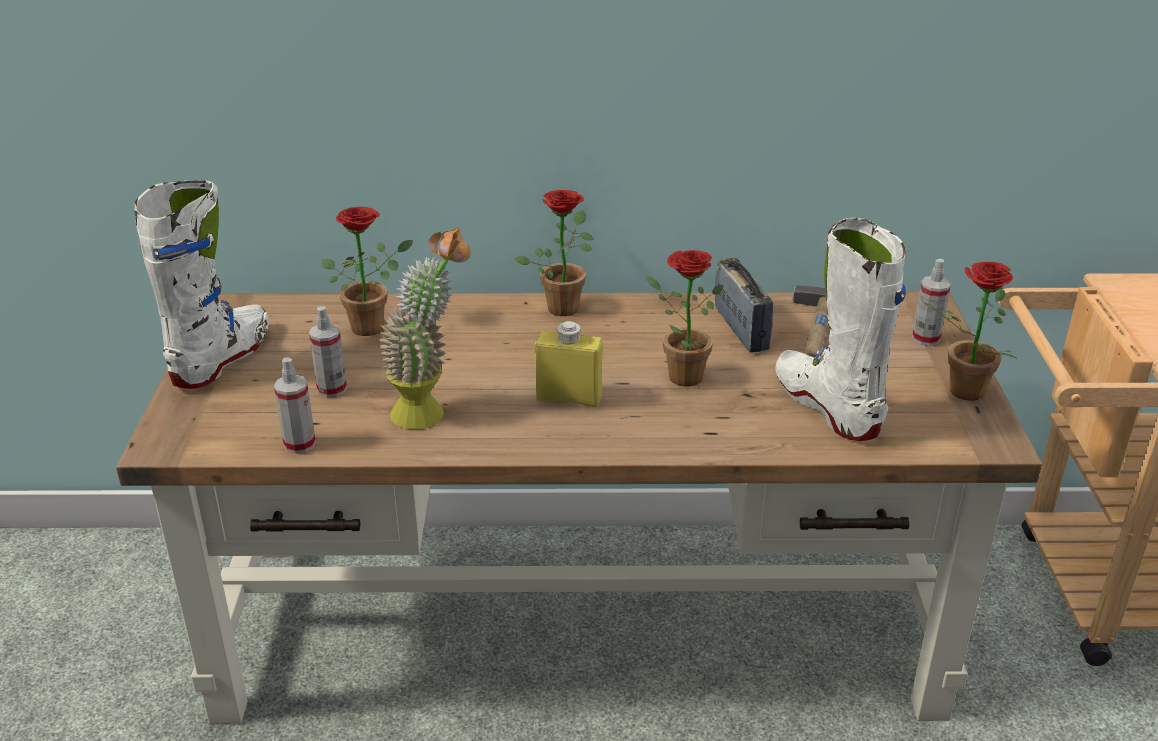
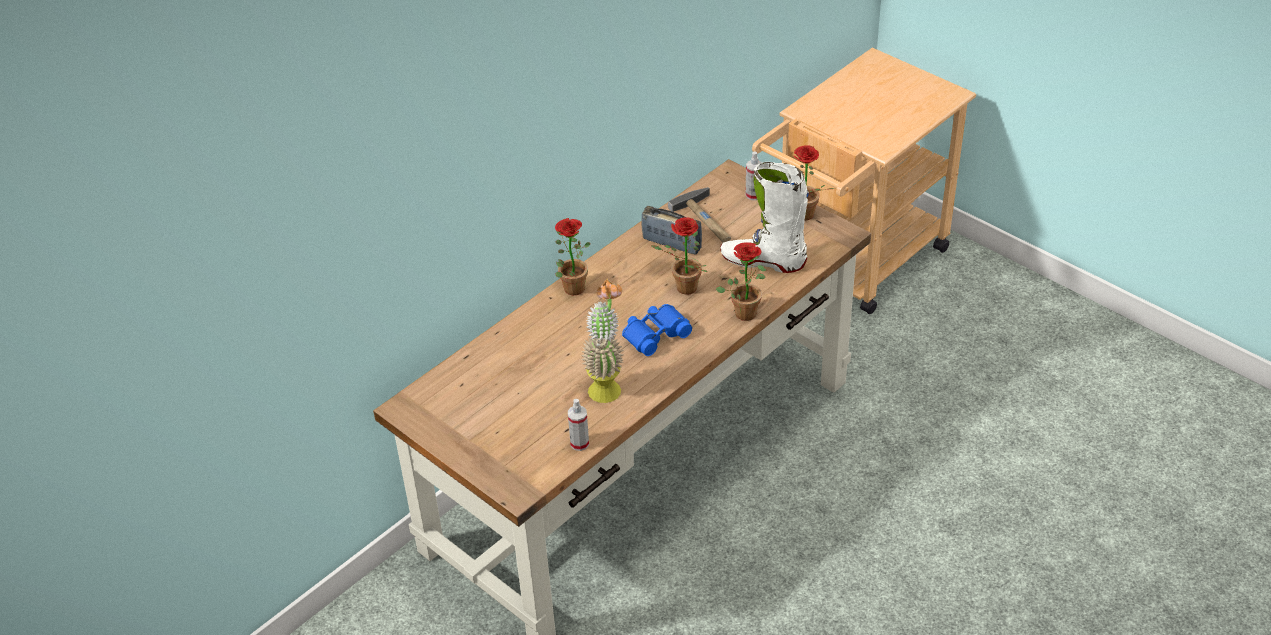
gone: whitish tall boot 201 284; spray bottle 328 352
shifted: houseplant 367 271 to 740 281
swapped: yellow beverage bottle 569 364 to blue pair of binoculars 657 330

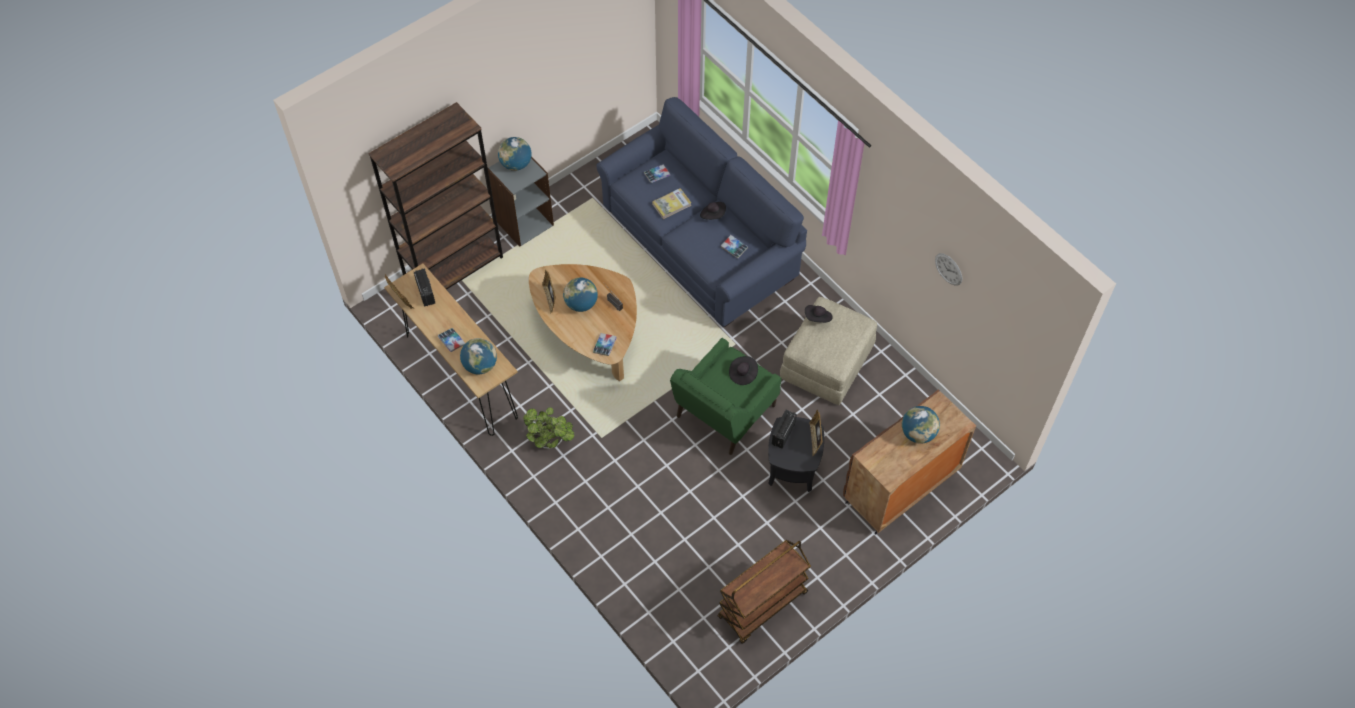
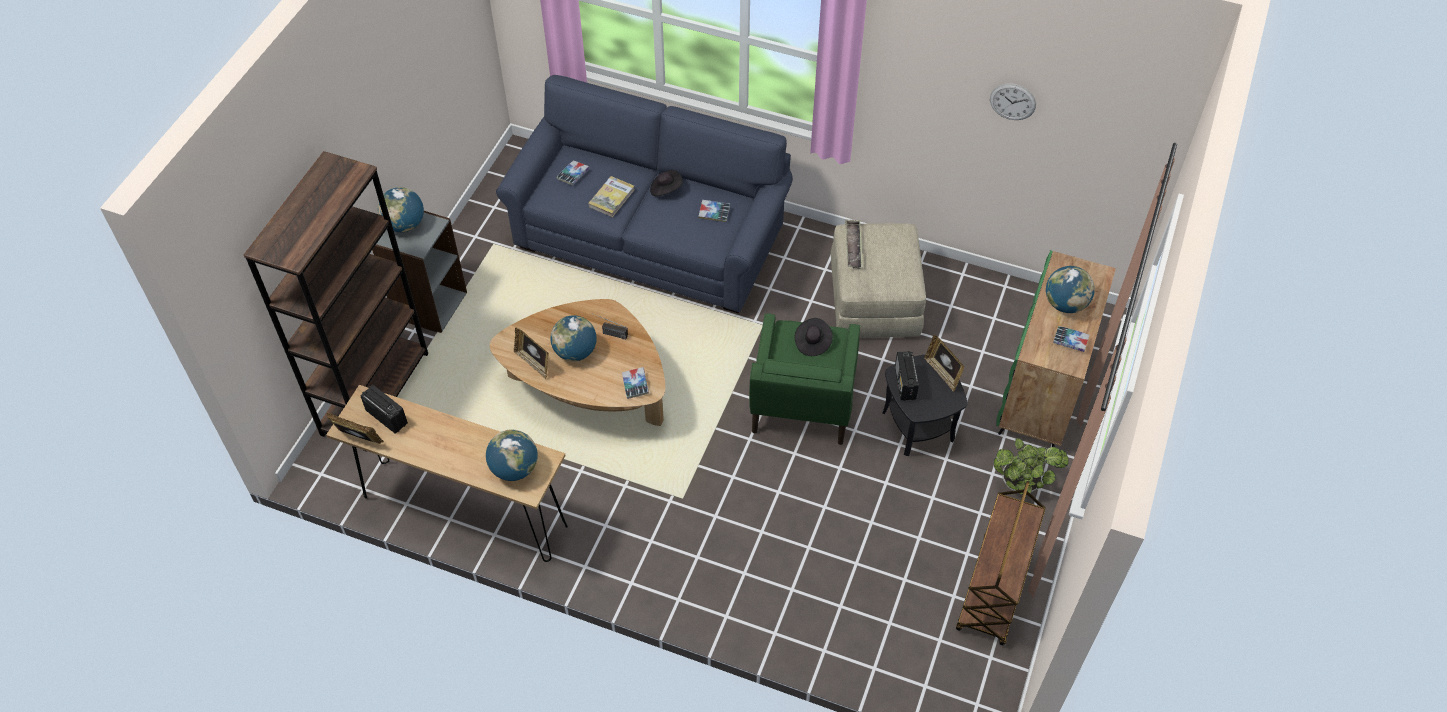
shifted: book 451 340 to 1071 339; houseplant 548 428 to 1031 466
swapped: blackish clothing hat 819 314 to carrying tray 854 244
repainted: brown-coloured storage cabinet 909 462 to green storage cabinet 1056 348

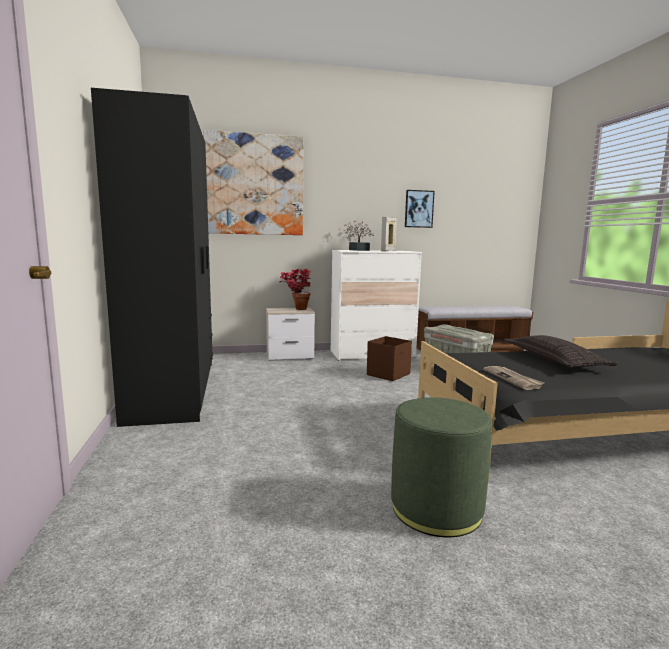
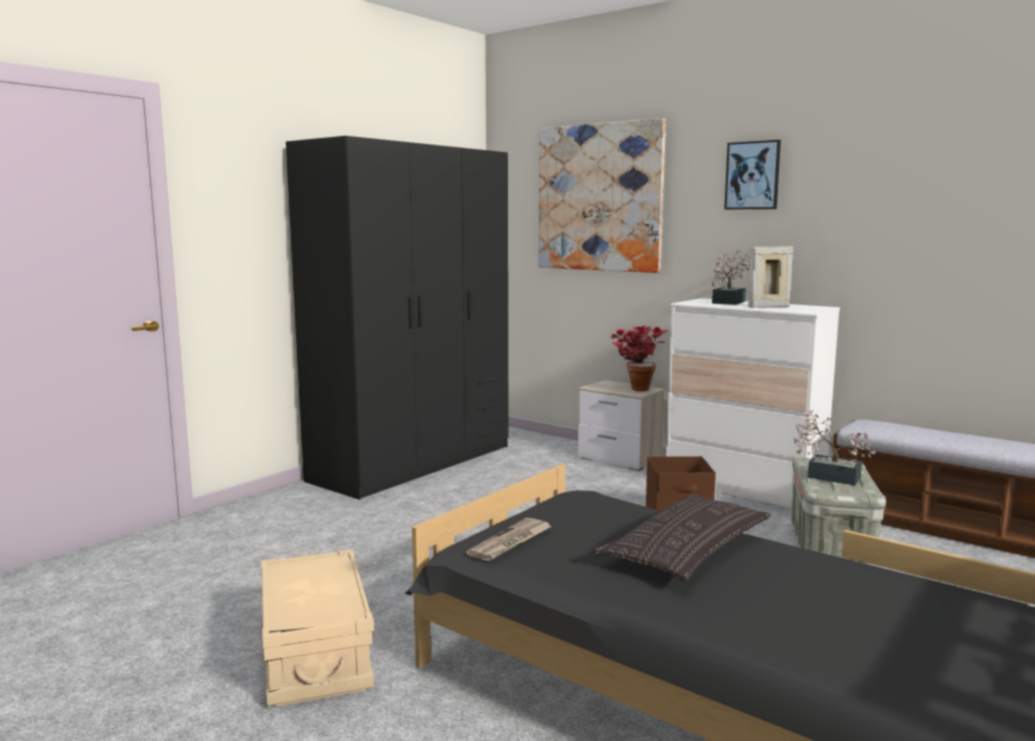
new: houseplant 834 447
shifted: wall art 420 209 to 752 174
swapped: green pouffe 441 467 to beige-coloured storage bin 317 627

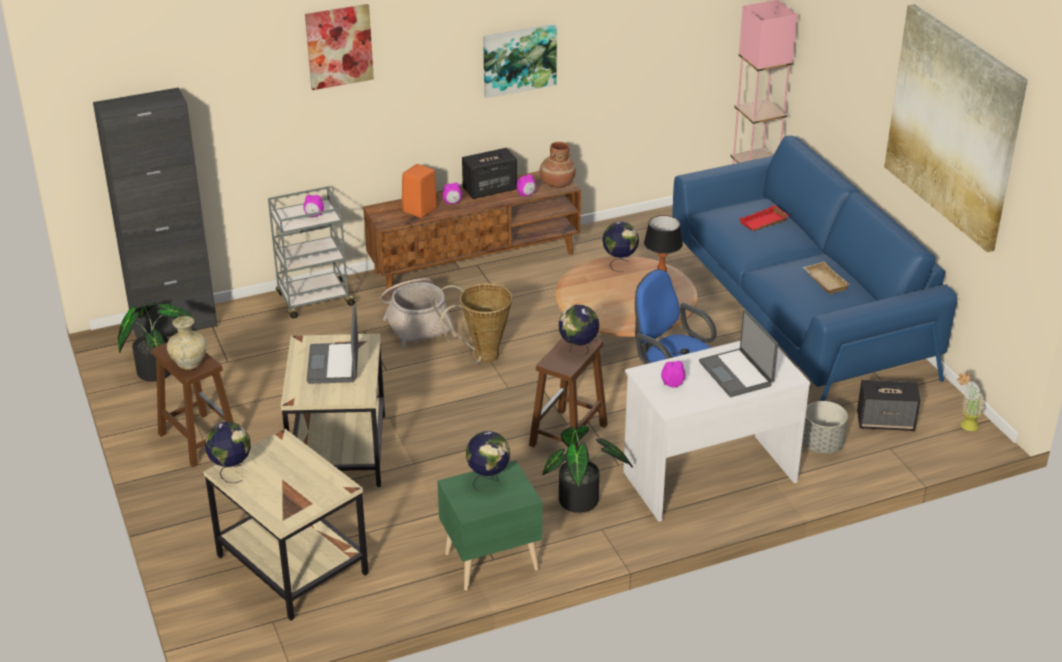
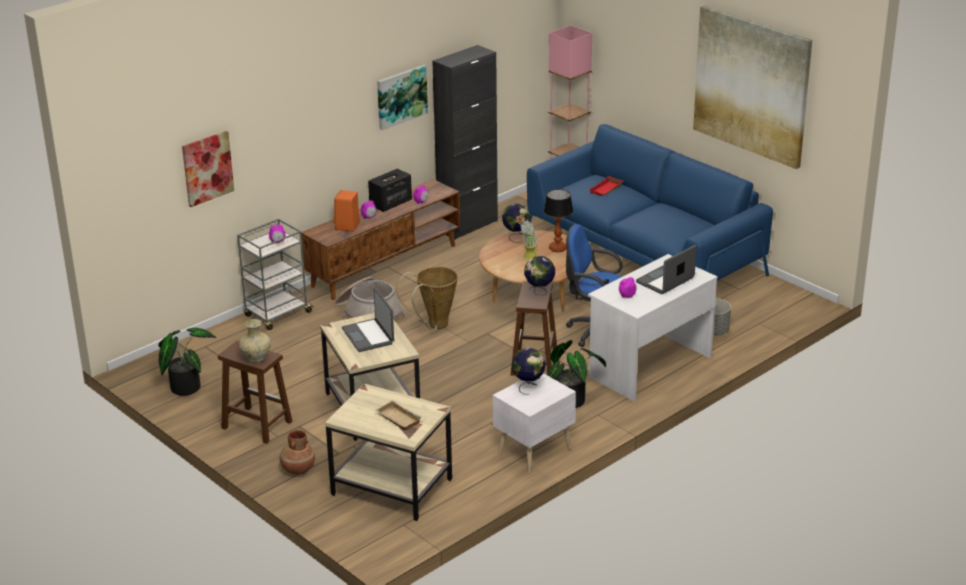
gone: audio speaker 888 405; world globe 228 452
shifted: wall art 339 47 to 208 169; blackish storage cabinet 155 213 to 465 142; brown-coloured decorative vase 558 165 to 297 452; beige-coloured carrying tray 826 277 to 398 415; houseplant 971 401 to 527 236
repainted: green nightstand 490 525 to whitish nightstand 534 423
rotated: portable computer 738 353 = 666 269 90 degrees clockwise

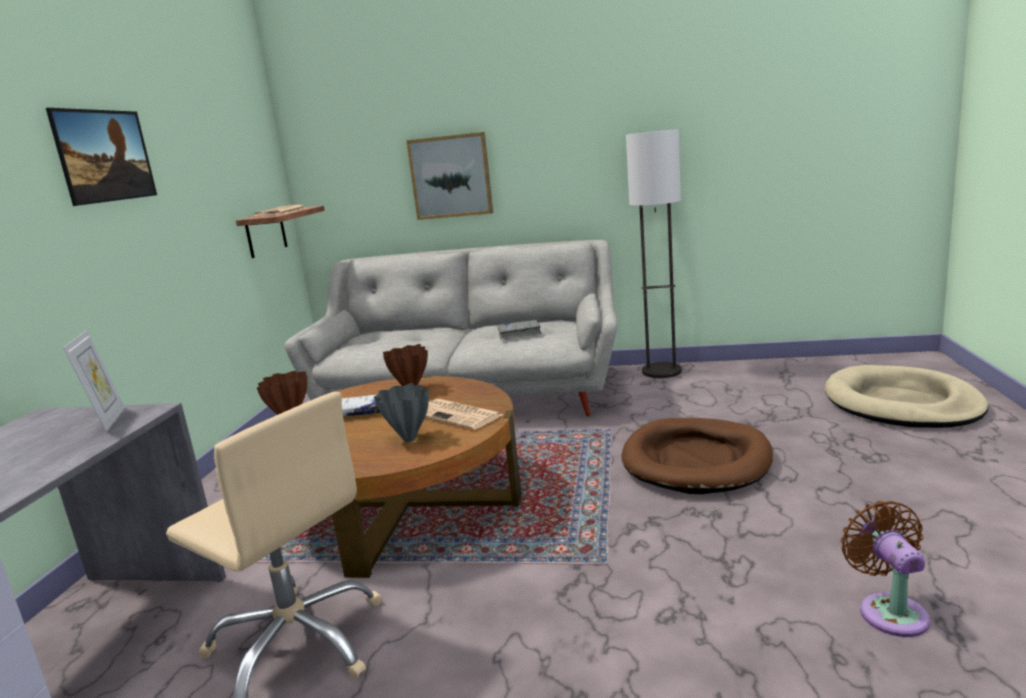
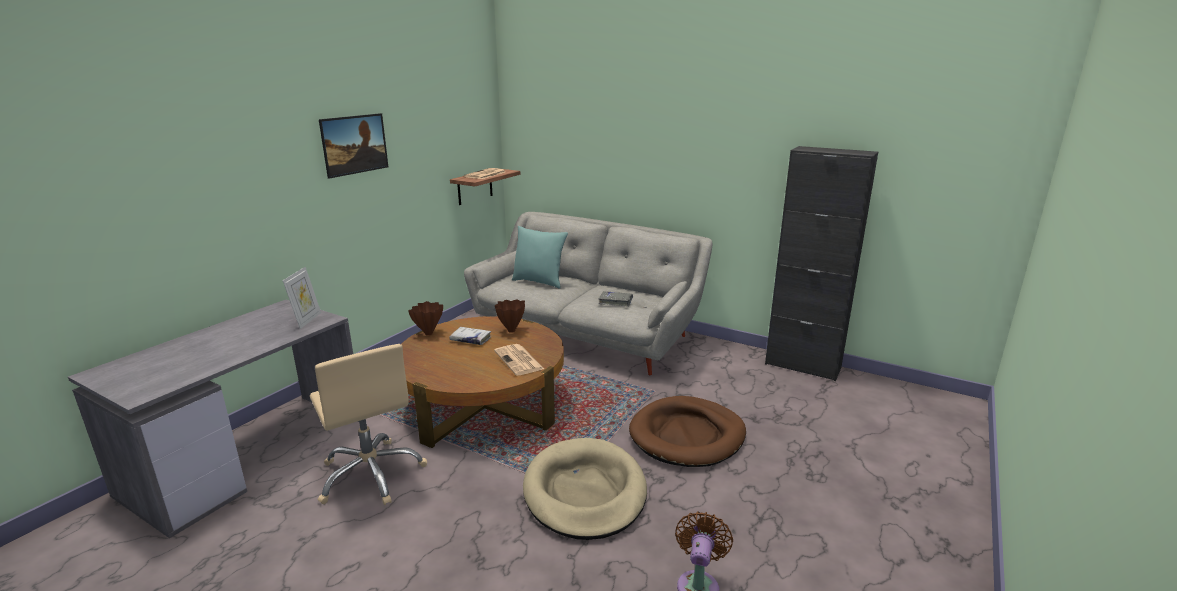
gone: standing lamp 654 253; wall art 449 176; gray decorative vase 401 412
new: blackish storage cabinet 821 263; turquoise cushion 540 257
shifted: beige-coloured dog bed 907 396 to 585 489

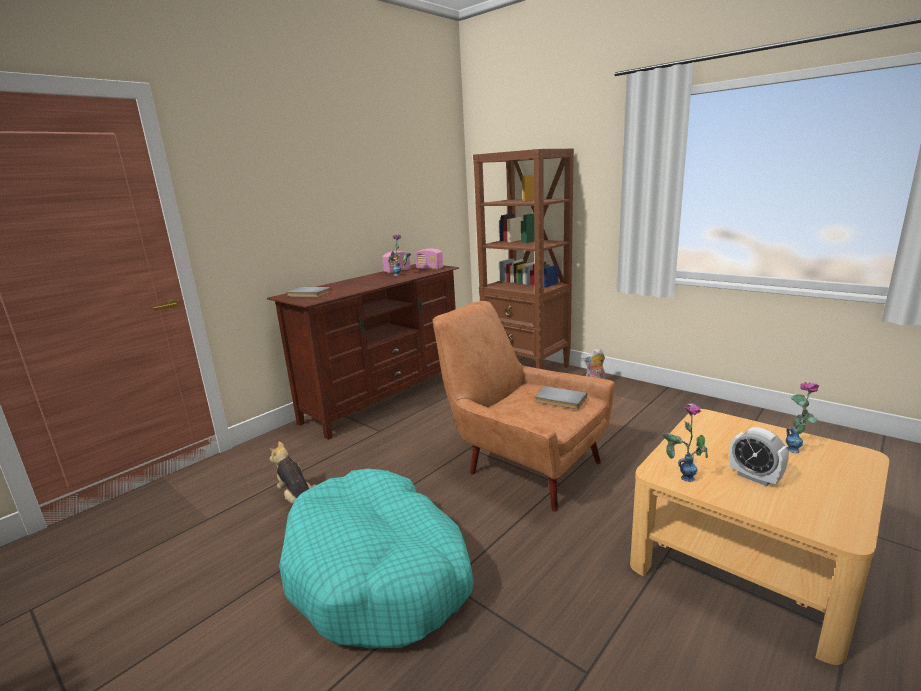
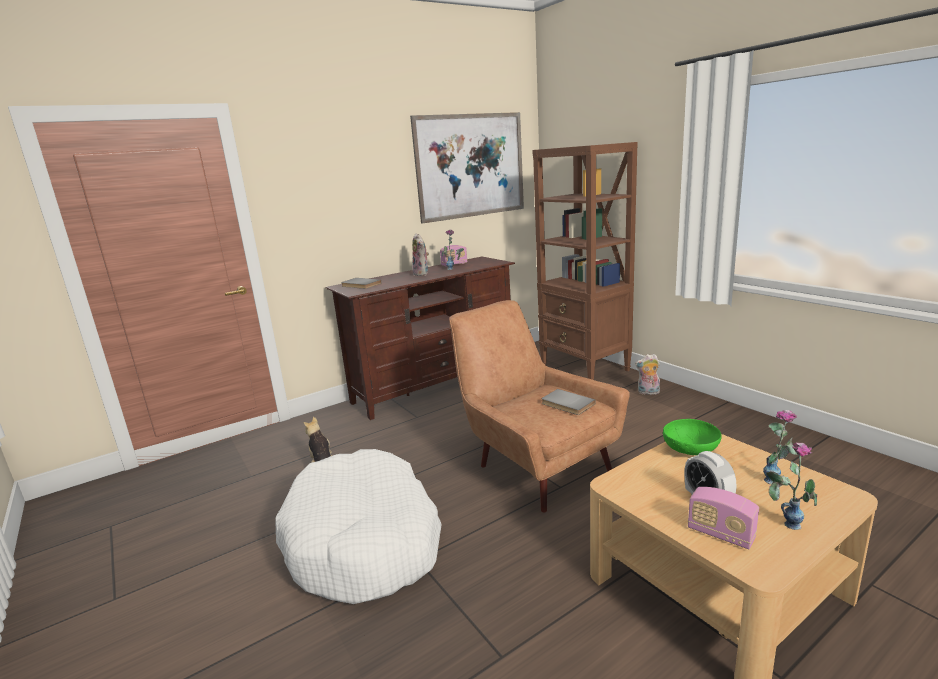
new: wall art 467 168; plush toy 420 254; green bowl 692 437
shifted: radio 429 258 to 723 518; decorative vase 685 442 to 791 486
repainted: turquoise dog bed 376 558 to whitish dog bed 358 526

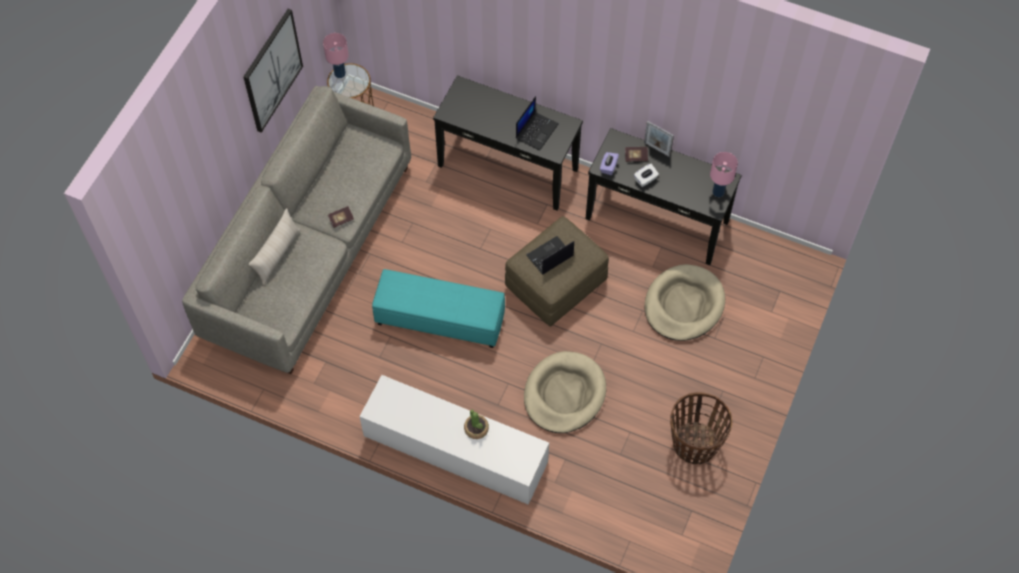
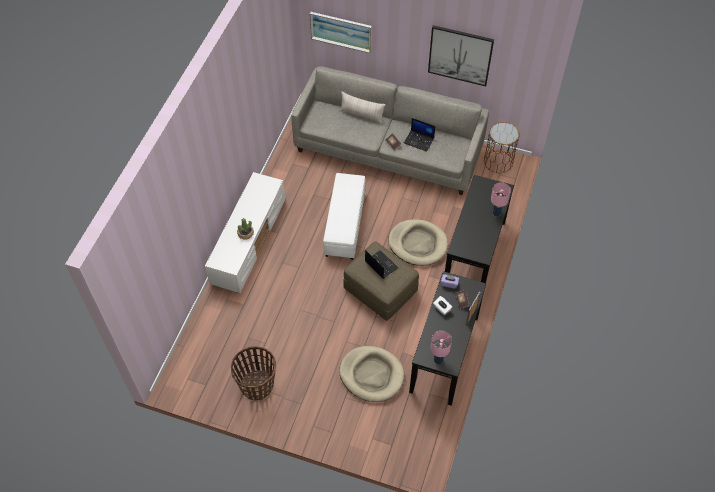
new: wall art 341 32
shifted: pink table lamp 336 55 to 501 199; portable computer 537 123 to 419 135; beige-coloured dog bed 565 392 to 418 242
repainted: turquoise pouffe 438 308 to whitish pouffe 344 216

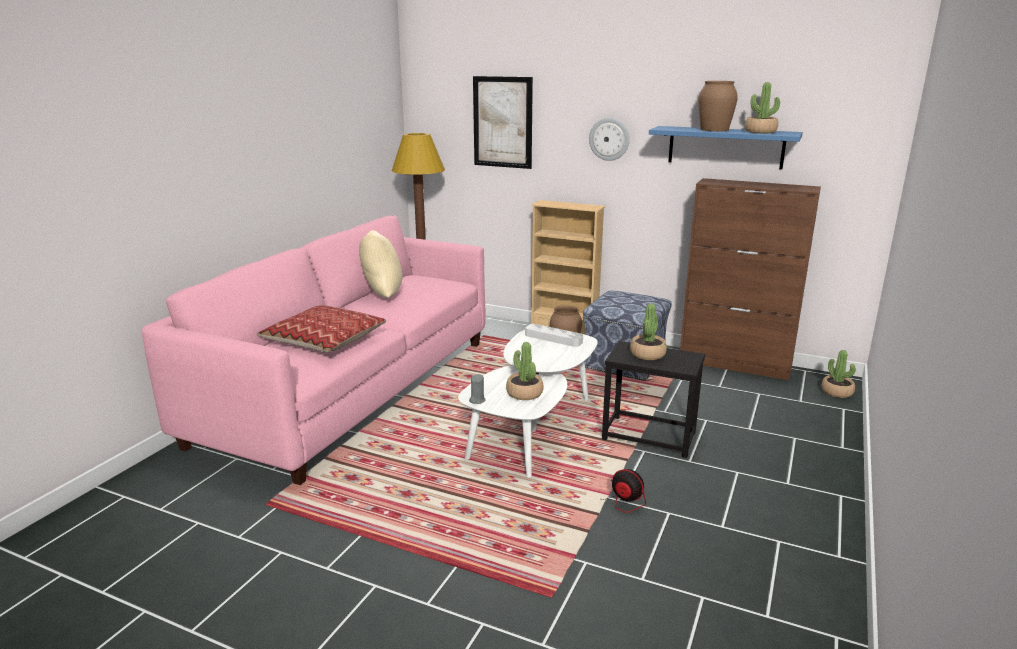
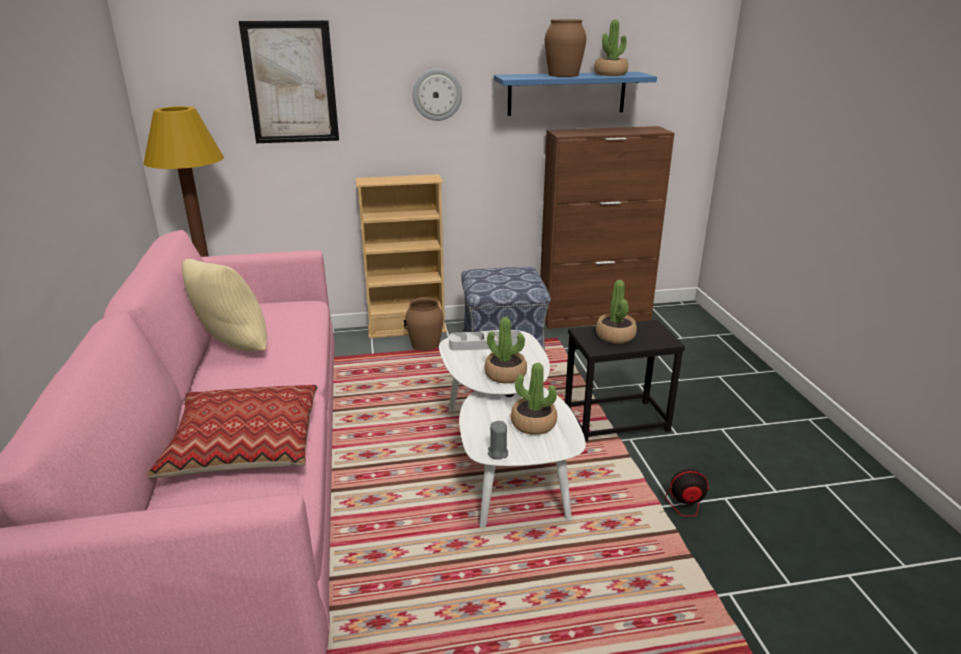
shifted: houseplant 838 374 to 506 350

